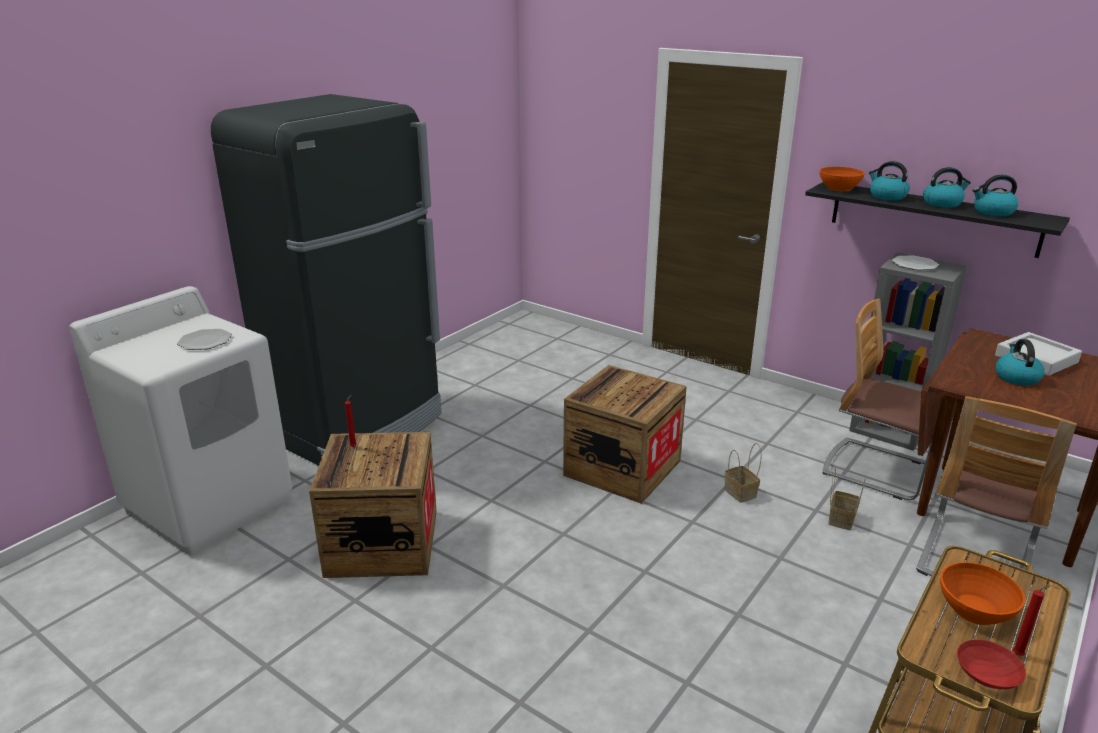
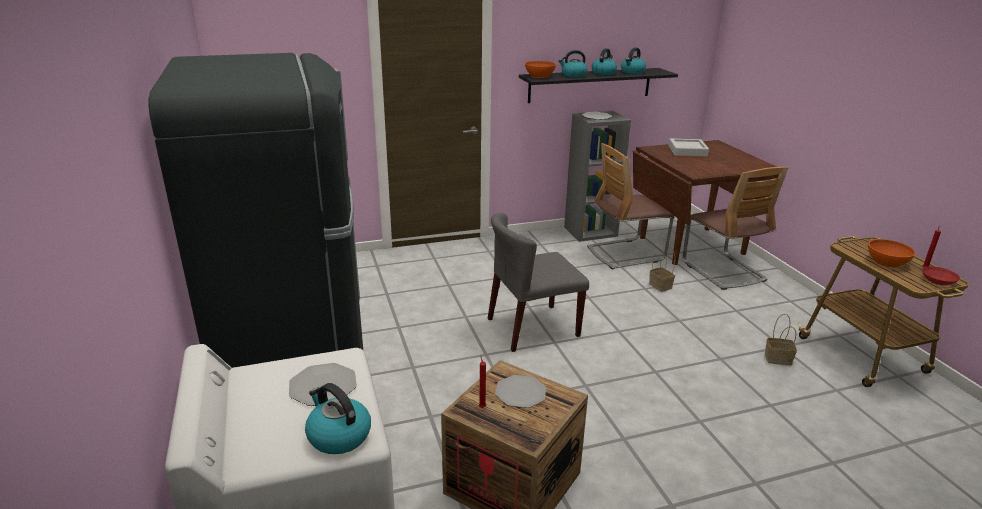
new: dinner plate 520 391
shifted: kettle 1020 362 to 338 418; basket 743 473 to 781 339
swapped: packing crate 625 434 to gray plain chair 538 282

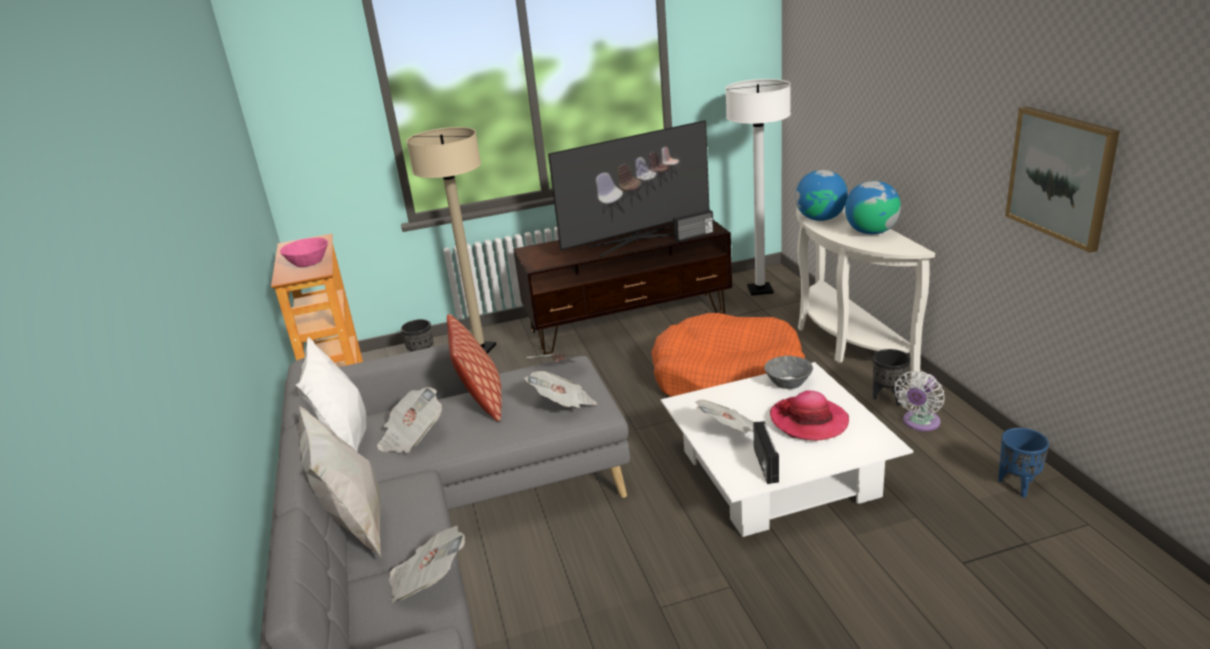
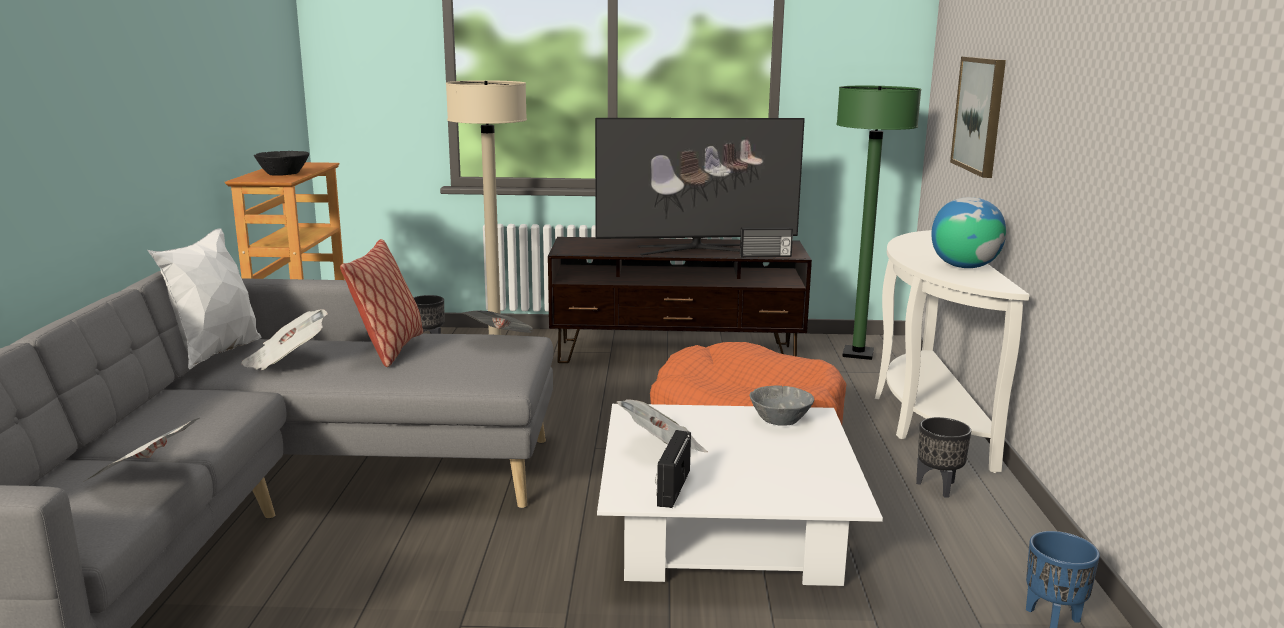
gone: world globe 822 195; newspaper 561 389; whitish fan 920 401; clothing hat 809 416; whitish cushion 340 481
shifted: wall art 1062 179 to 978 117
repainted: whitish standing lamp 758 187 to green standing lamp 879 223; pink bowl 304 252 to blackish bowl 281 163

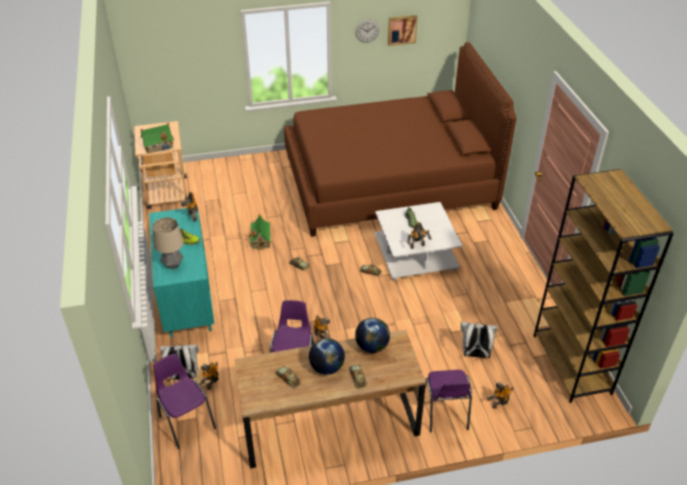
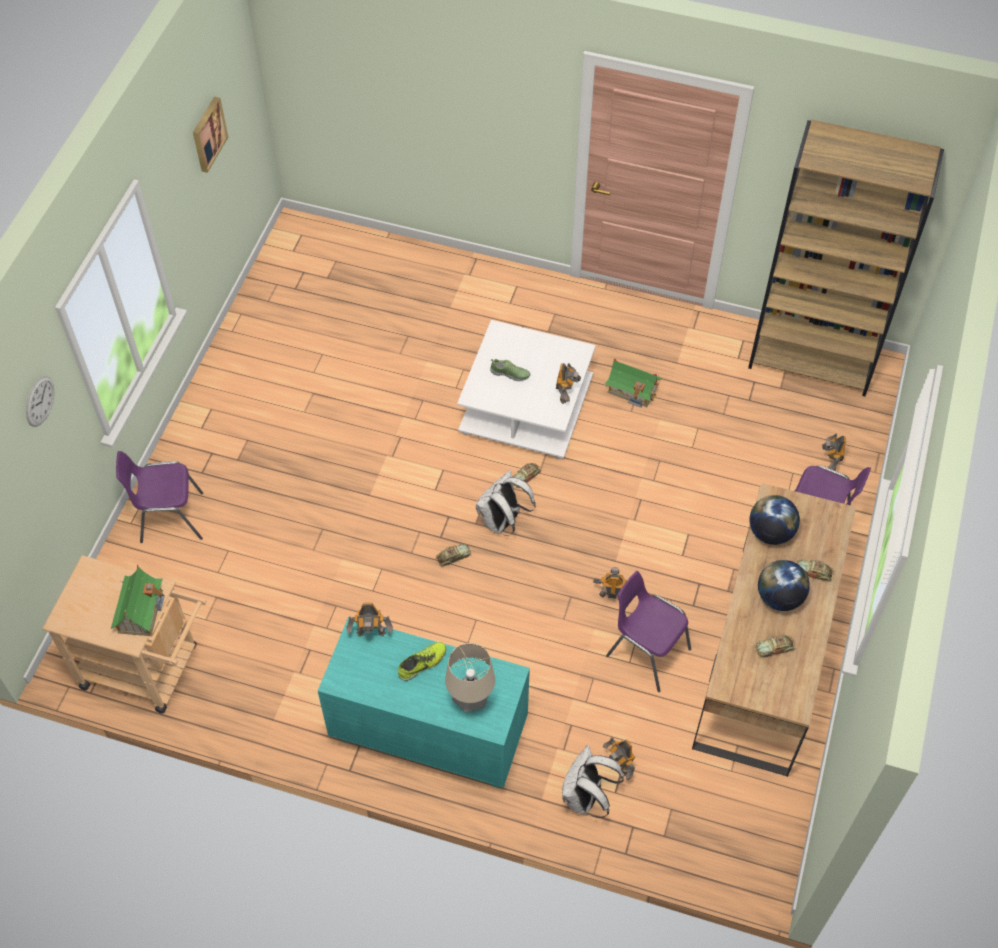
gone: brown-coloured sleeping bed 400 139
shifted: wall clock 367 31 to 40 401; miniature house 260 231 to 633 383; whitish knapsack 479 340 to 506 503; purplish plain chair 184 401 to 159 497

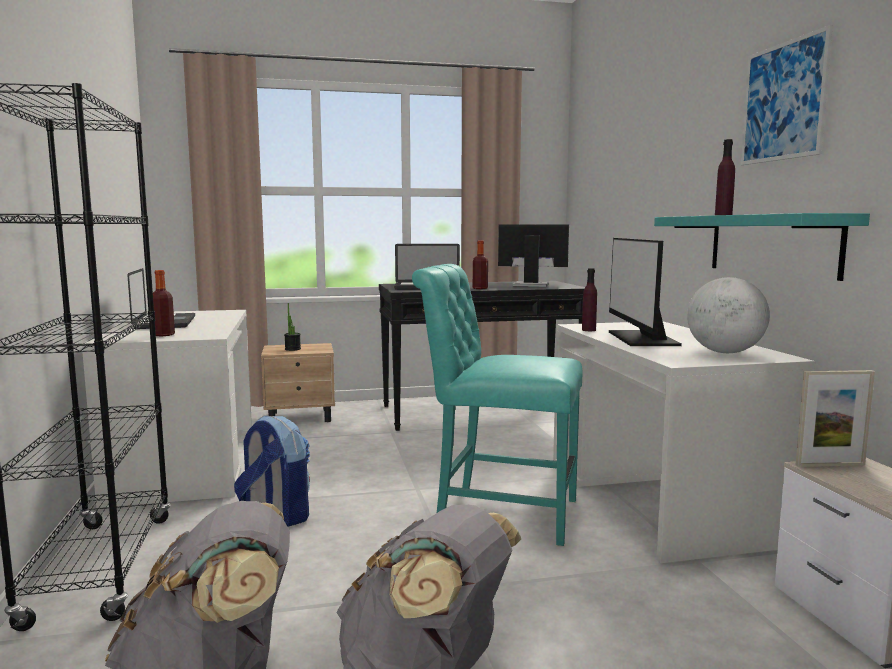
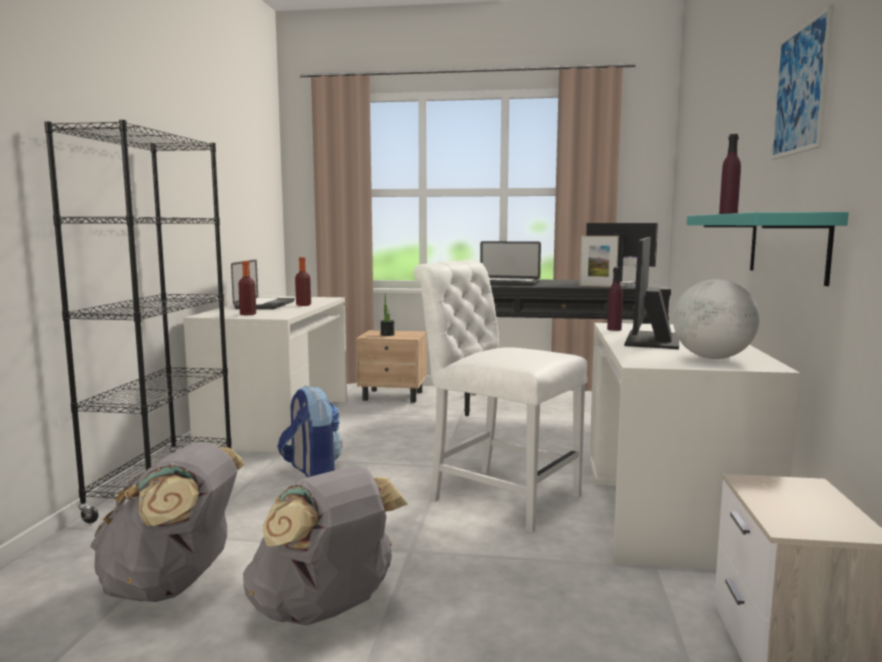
shifted: beverage bottle 480 265 to 303 281; standing frame 835 418 to 599 261
repainted: turquoise plain chair 497 405 to whitish plain chair 501 396

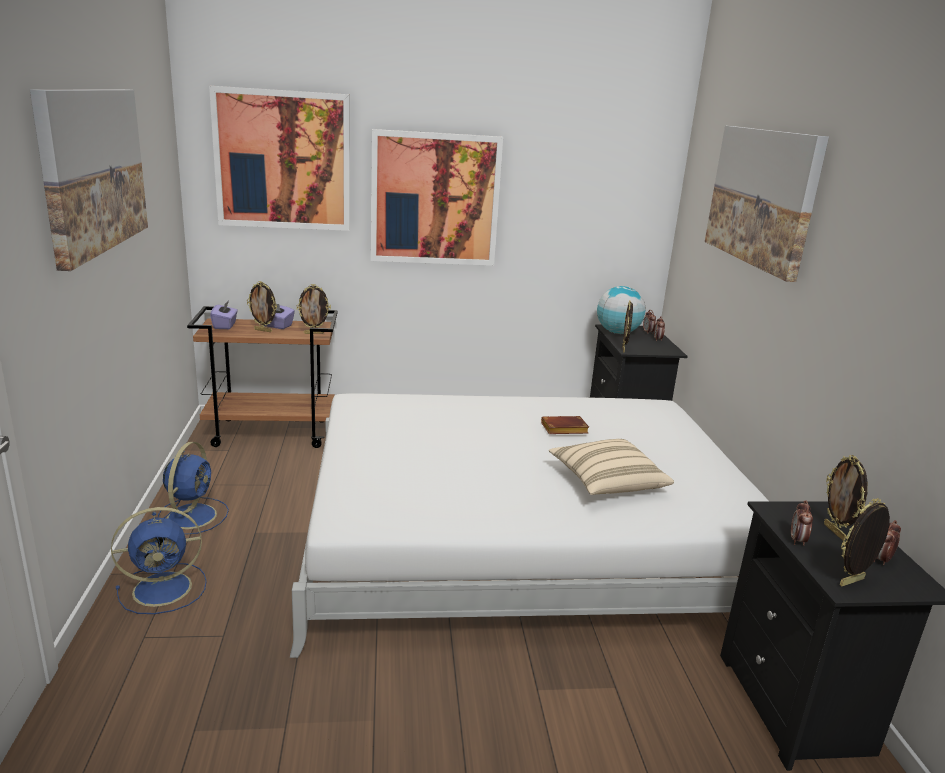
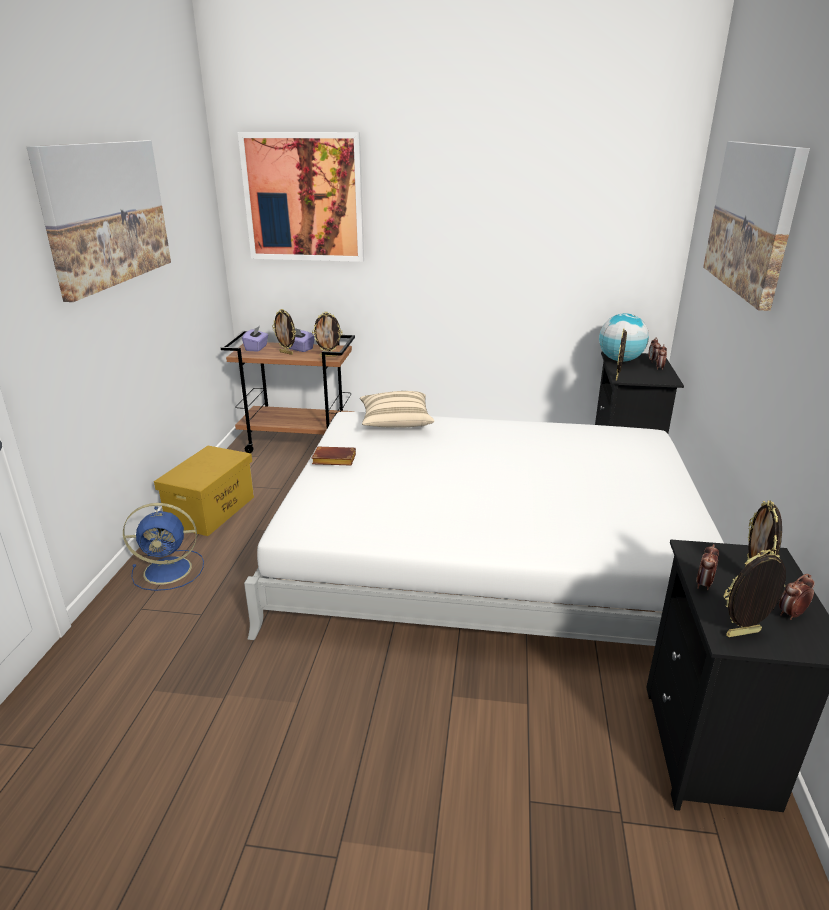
gone: wall art 437 197
shifted: brown-coloured book 565 425 to 334 456; beige-coloured cushion 611 467 to 397 409
swapped: blue fan 193 488 to yellow storage bin 204 491

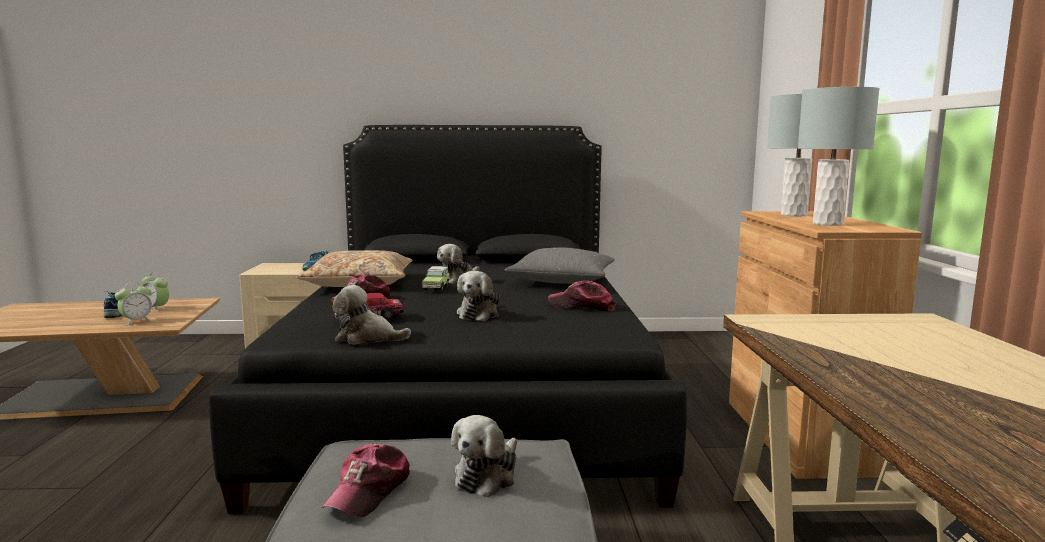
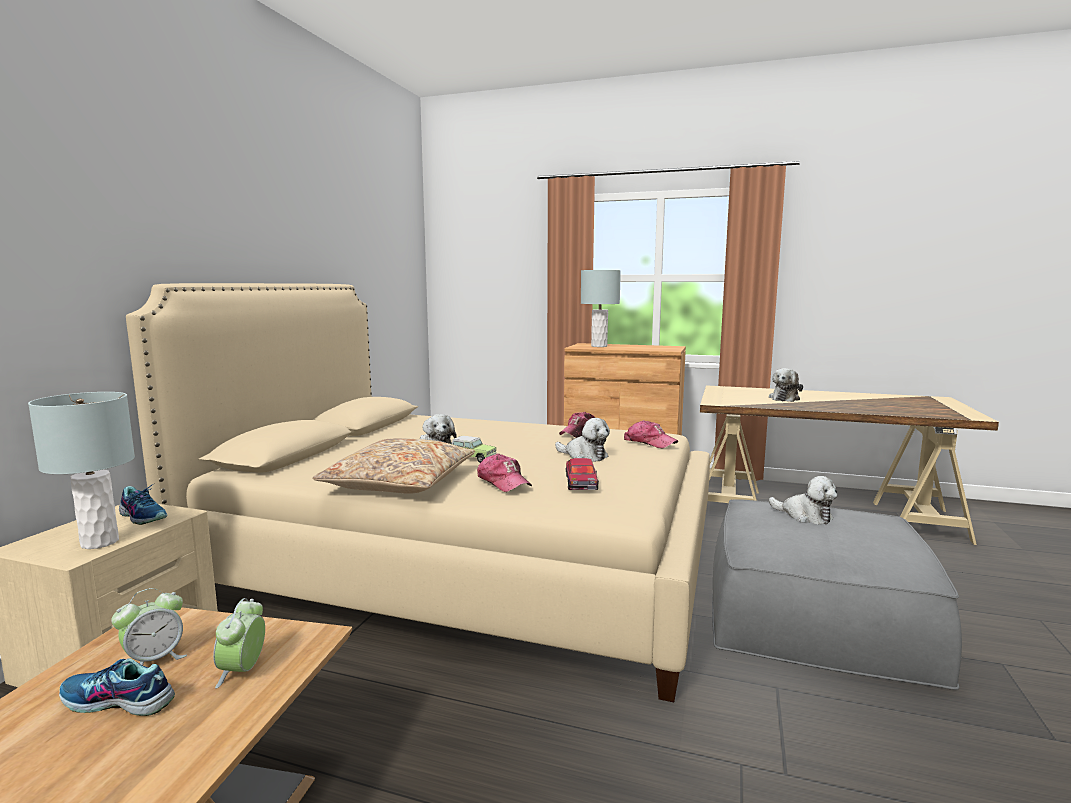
gone: gray cushion 560 266
shifted: gray table lamp 839 156 to 81 470; plush toy 371 314 to 786 385; cap 365 480 to 651 434
repainted: blackish sleeping bed 448 319 to beige-coloured sleeping bed 418 492
rotated: table clock 134 304 = 239 643 150 degrees counterclockwise

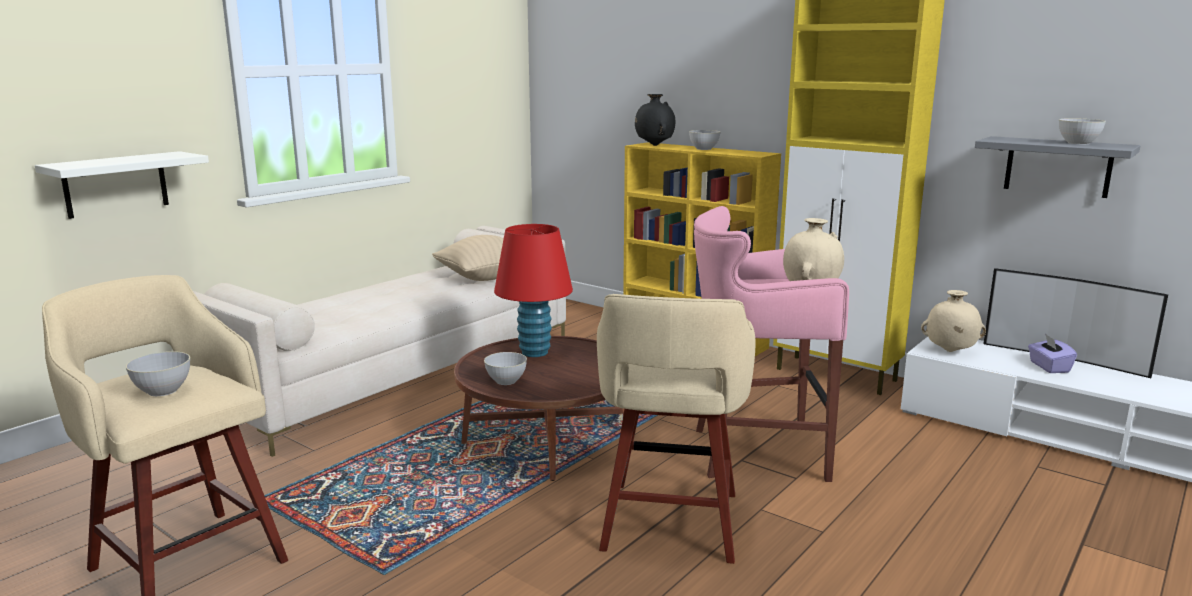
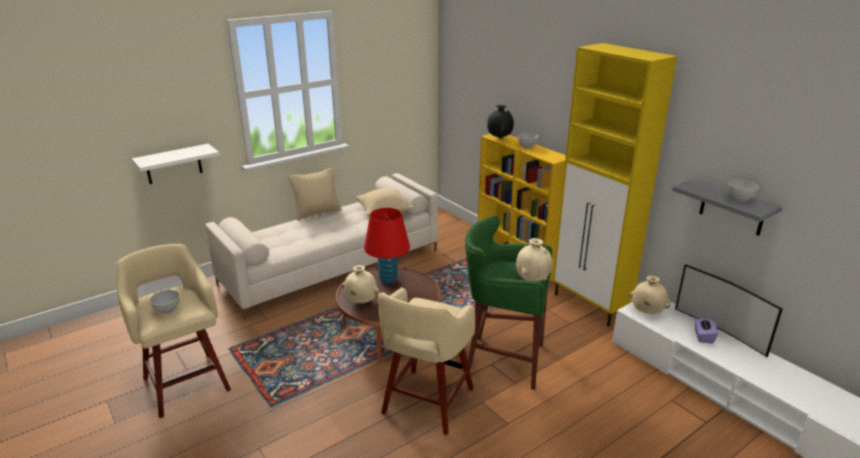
new: beige-coloured cushion 315 194
swapped: gray bowl 505 368 to beige-coloured decorative vase 360 284
repainted: pink stool 771 344 to green stool 508 302

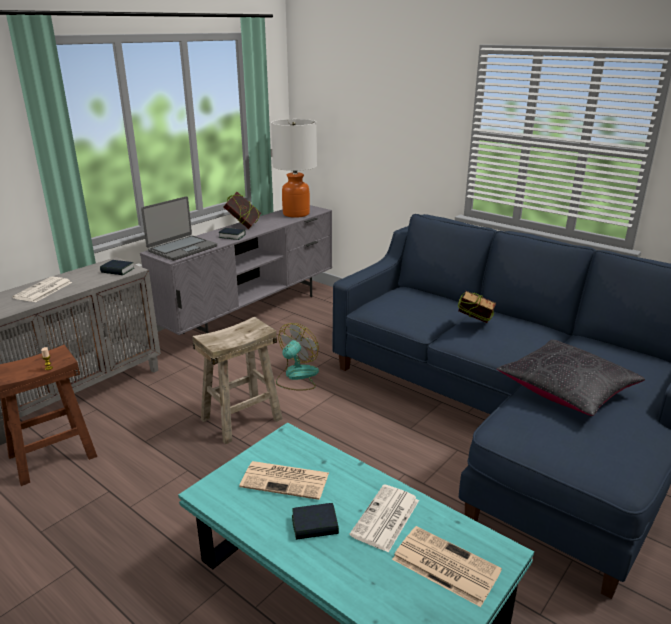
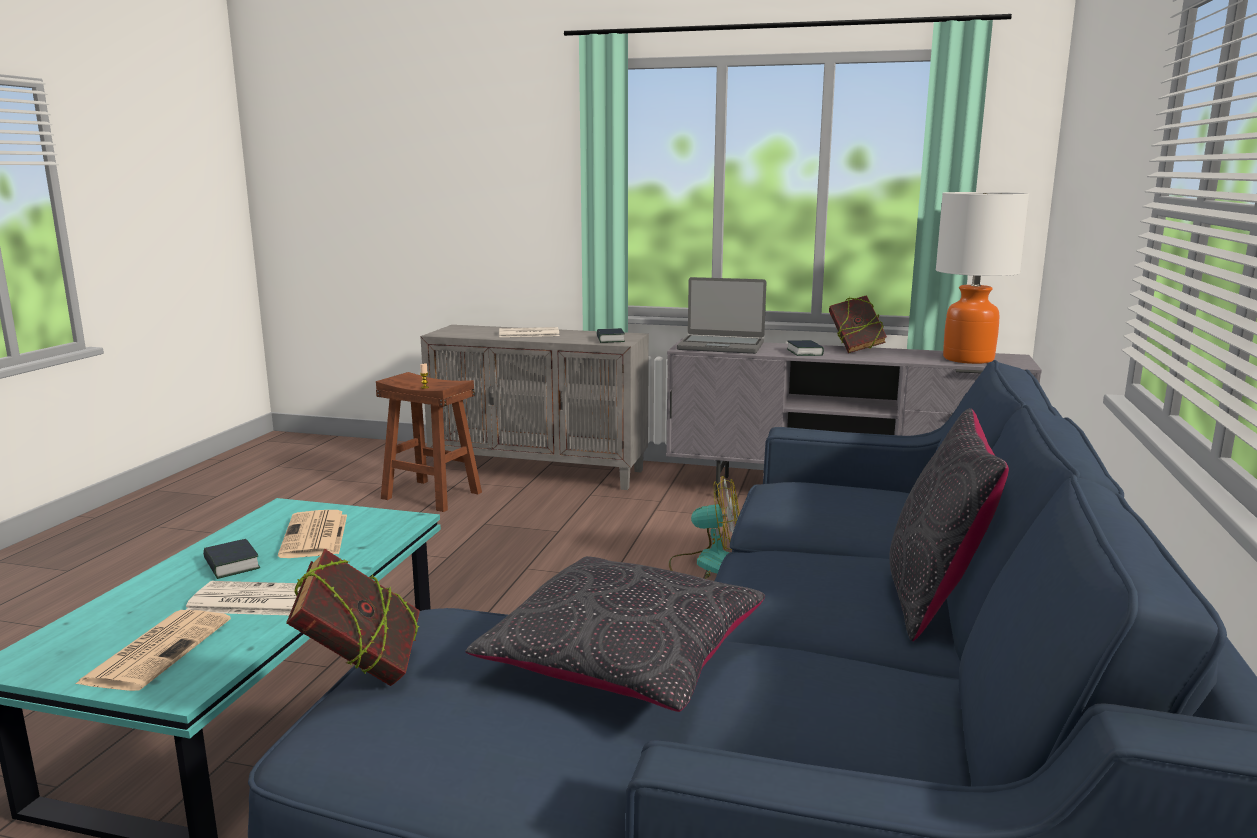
gone: beige-coloured stool 237 380
new: blackish cushion 949 524
shifted: book 477 307 to 353 617

